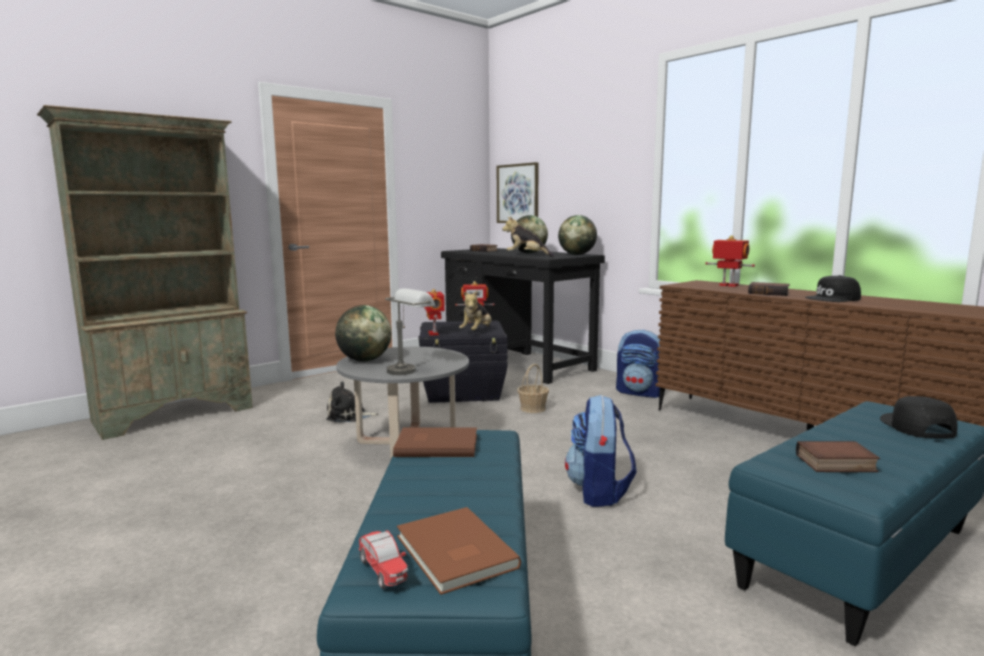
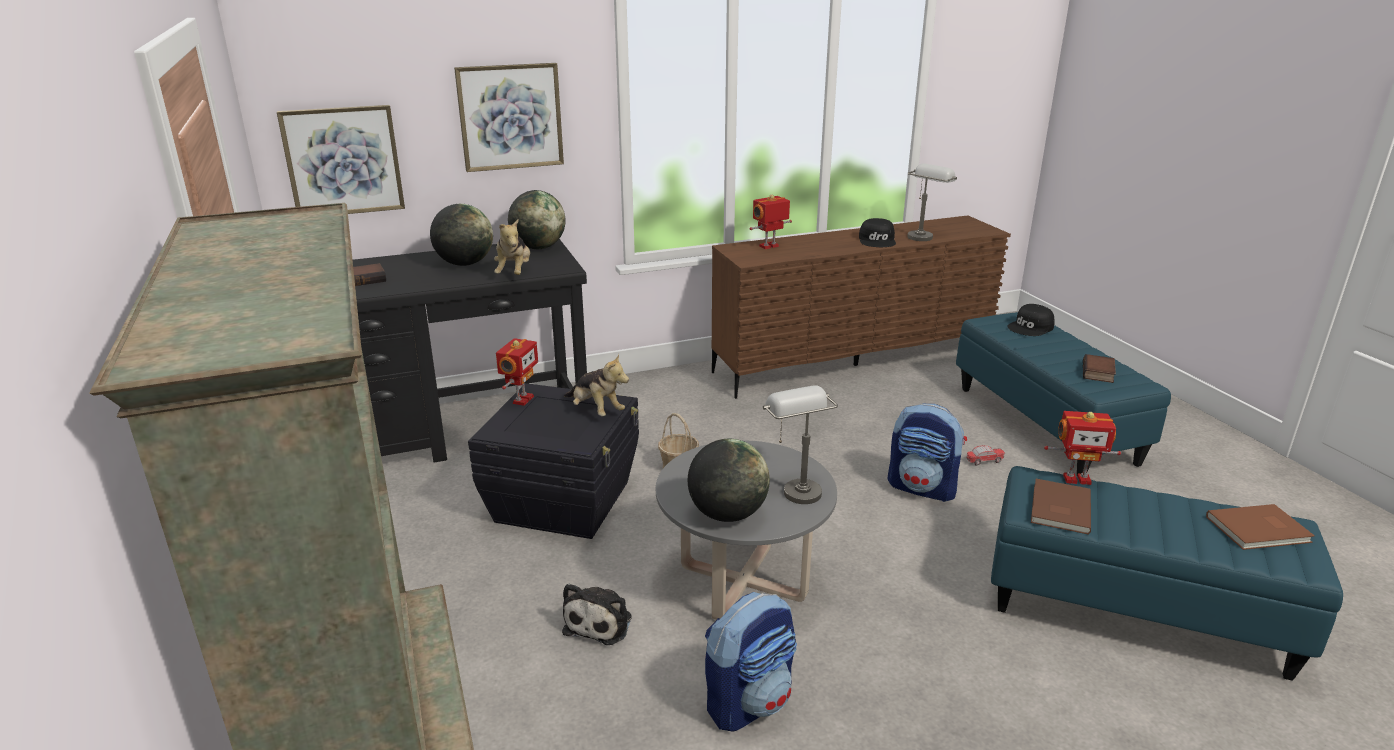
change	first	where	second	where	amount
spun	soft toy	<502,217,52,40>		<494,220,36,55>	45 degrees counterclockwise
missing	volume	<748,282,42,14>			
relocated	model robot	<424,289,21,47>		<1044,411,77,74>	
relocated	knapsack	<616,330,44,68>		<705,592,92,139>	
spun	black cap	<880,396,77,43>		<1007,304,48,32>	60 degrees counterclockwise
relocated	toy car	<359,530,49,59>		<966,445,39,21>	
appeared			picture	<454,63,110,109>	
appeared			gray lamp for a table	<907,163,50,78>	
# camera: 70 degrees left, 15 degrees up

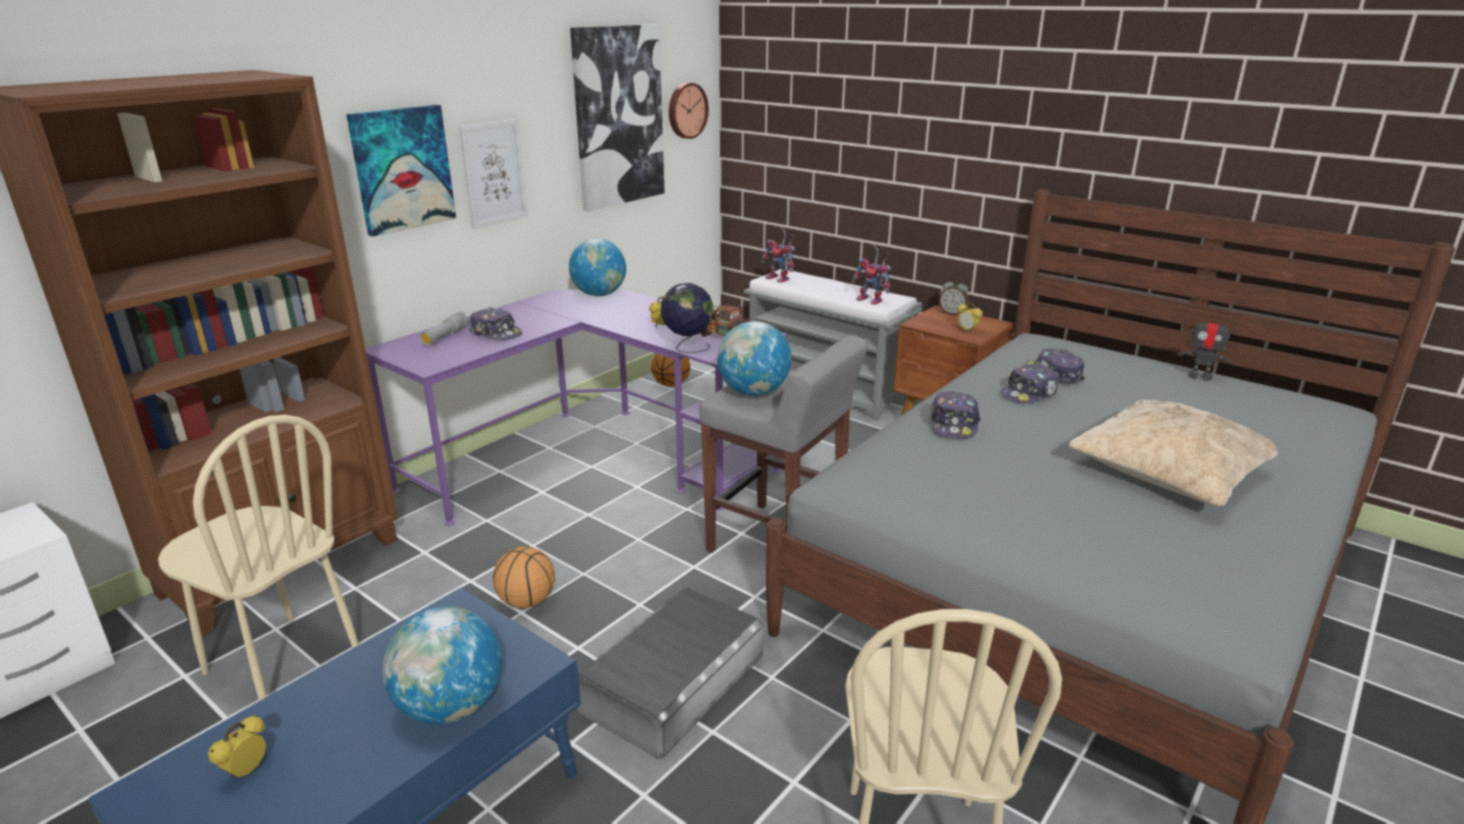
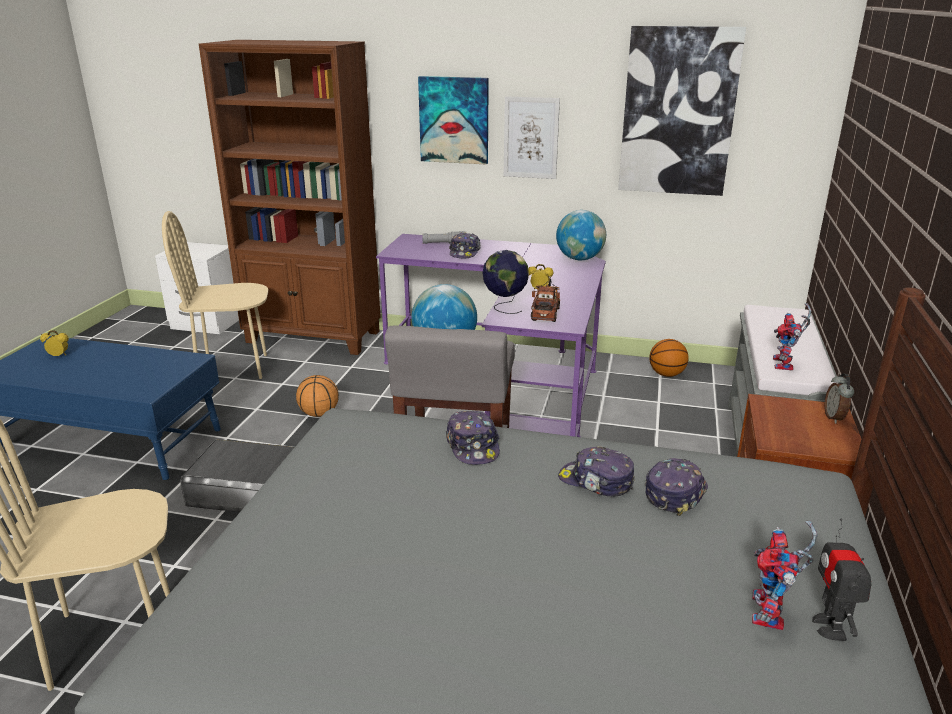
change	first	where	second	where	amount
missing	hanging clock	<669,83,40,56>			
relocated	model robot	<761,227,34,56>		<752,521,66,109>	
missing	bedside clock	<957,303,26,30>			
spun	cap	<930,390,51,49>		<446,411,54,54>	90 degrees counterclockwise
missing	beige-coloured cushion	<1069,400,209,106>			
spun	beige-coloured upright chair	<158,415,201,286>		<162,211,106,168>	75 degrees clockwise
missing	globe	<383,606,119,119>			
# camera: 65 degrees right, 0 degrees up

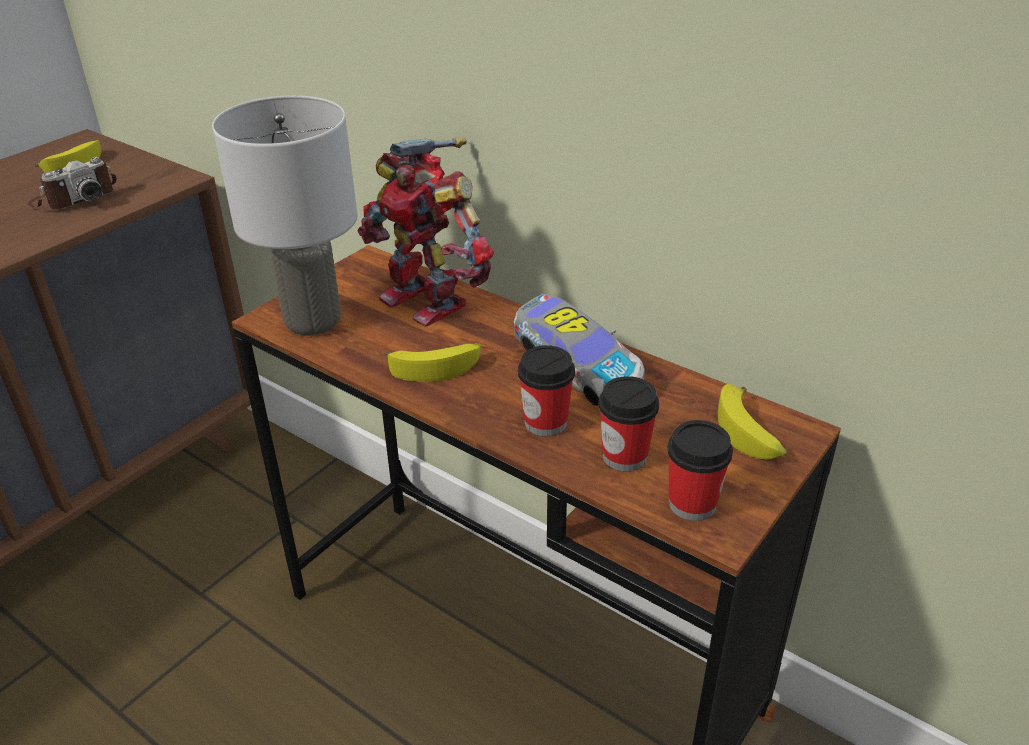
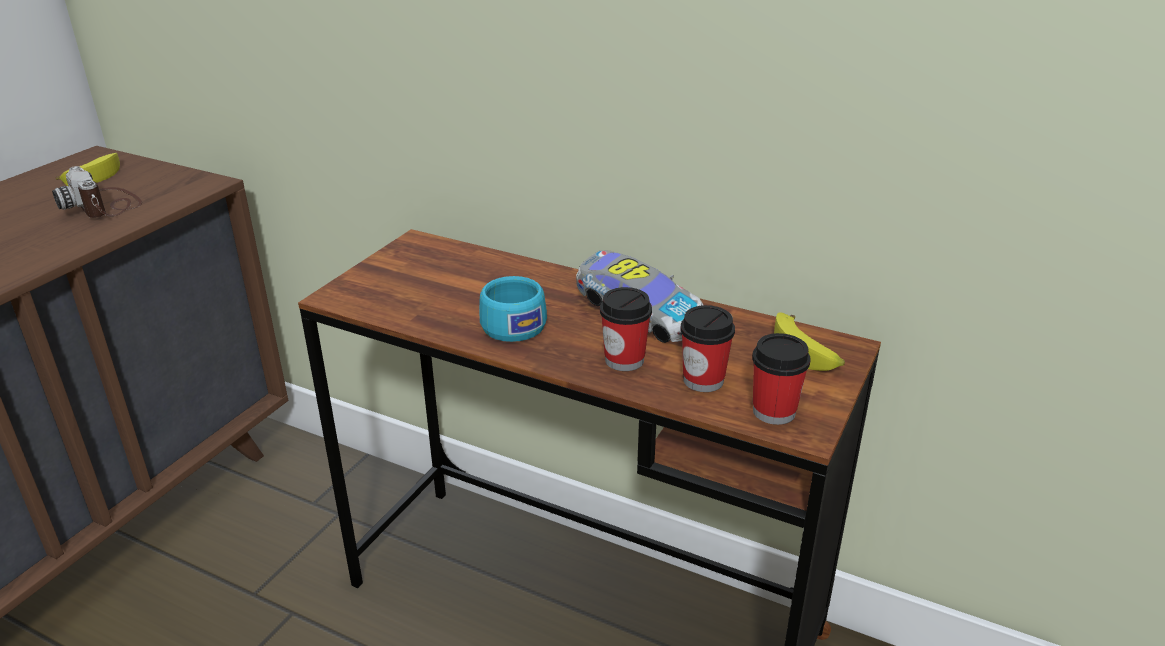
change	first	where	second	where	amount
missing	white lamp for a table	<212,95,145,241>			
missing	model robot	<358,138,136,189>			
spun	still camera	<27,157,90,52>		<52,166,90,52>	105 degrees clockwise
exchanged	banana fruit	<384,343,97,39>	turquoise cup	<479,276,68,66>	
# camera: 10 degrees left, 5 degrees down

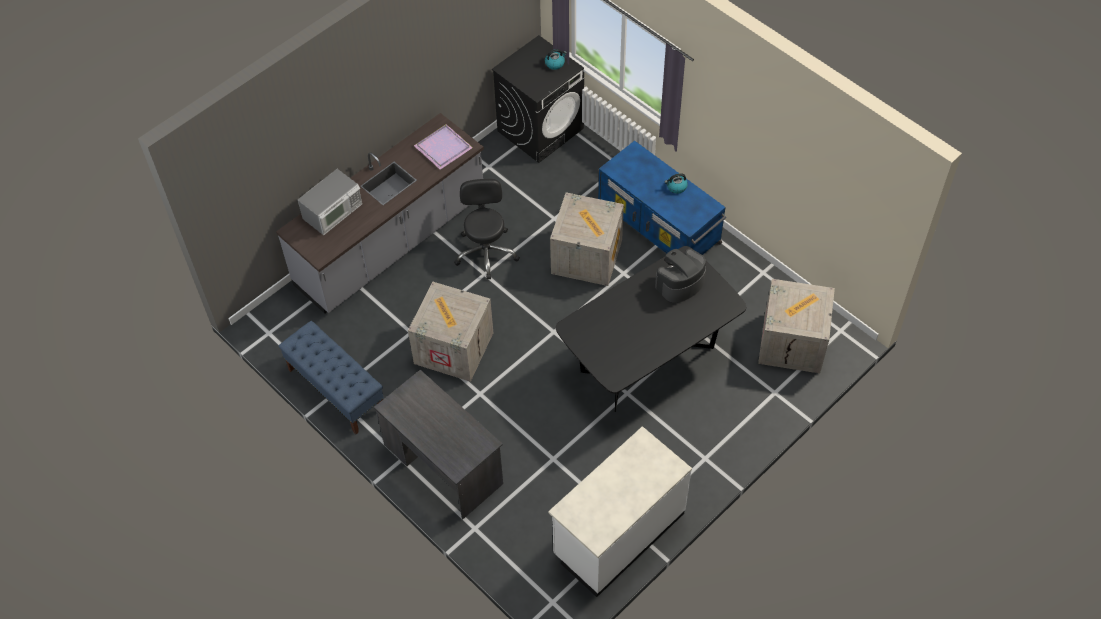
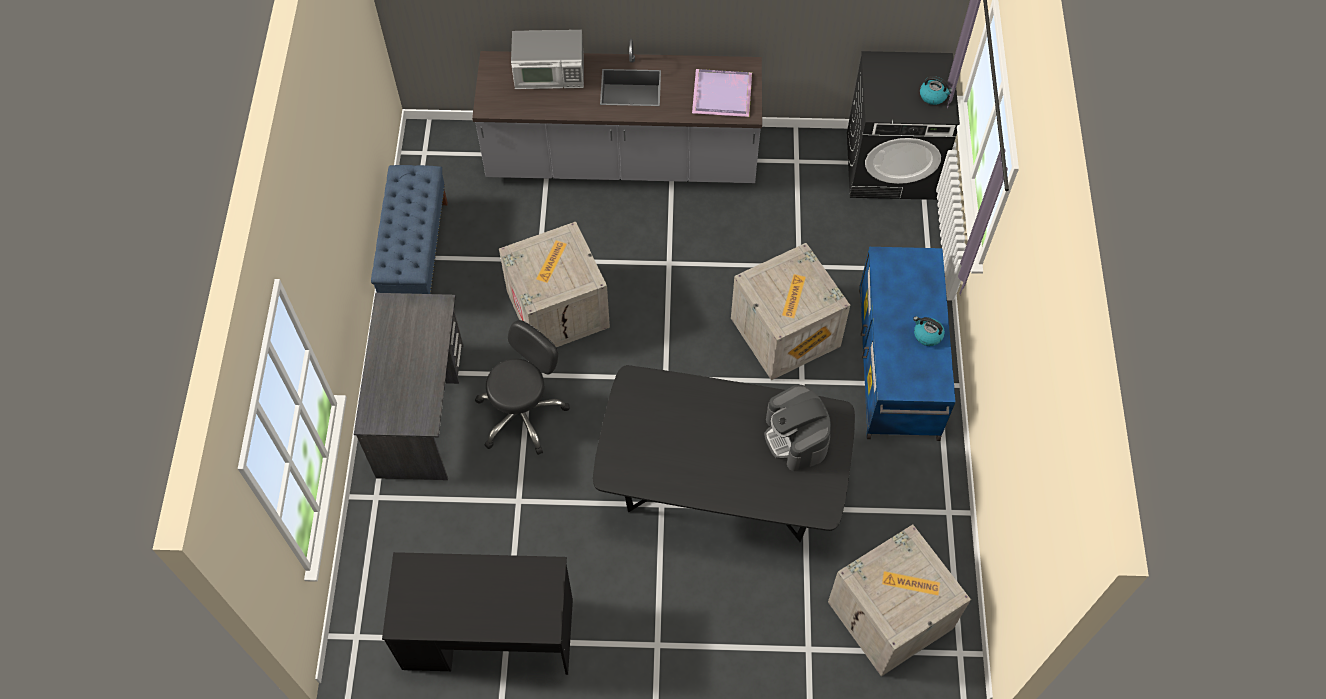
change	first	where	second	where	amount
relocated	black office chair	<454,179,66,100>		<475,320,95,135>	
spun	coffee maker	<655,249,51,54>		<764,385,67,86>	120 degrees counterclockwise
exchanged	white kitchen counter	<548,426,144,171>	black desk table	<382,552,191,123>	
# camera: 45 degrees right, 5 degrees up

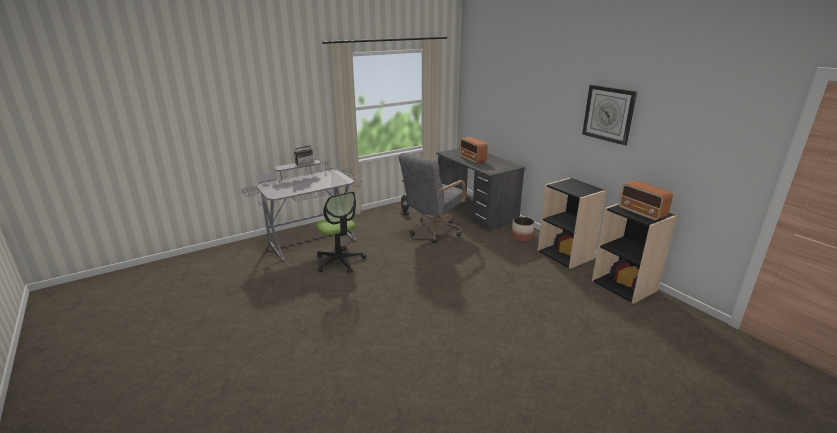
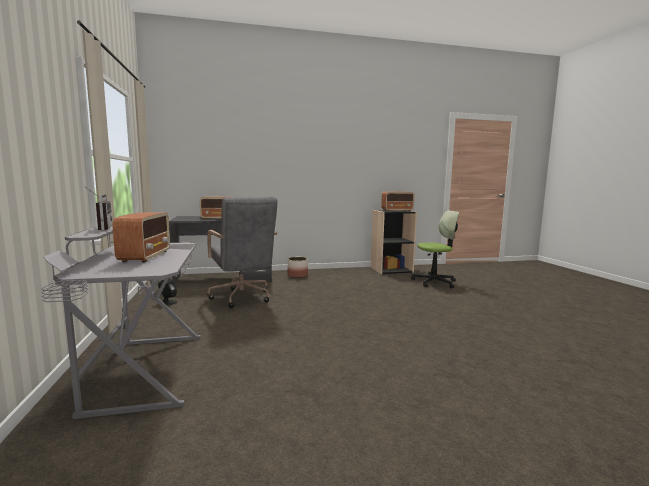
change	first	where	second	where	amount
missing	hanging clock	<582,85,55,60>			
missing	black shelving unit	<537,178,70,91>			
relocated	office chair	<316,192,50,81>		<411,210,49,78>	
appeared			radio set	<112,212,58,51>	
# camera: 70 degrees left, 15 degrees down

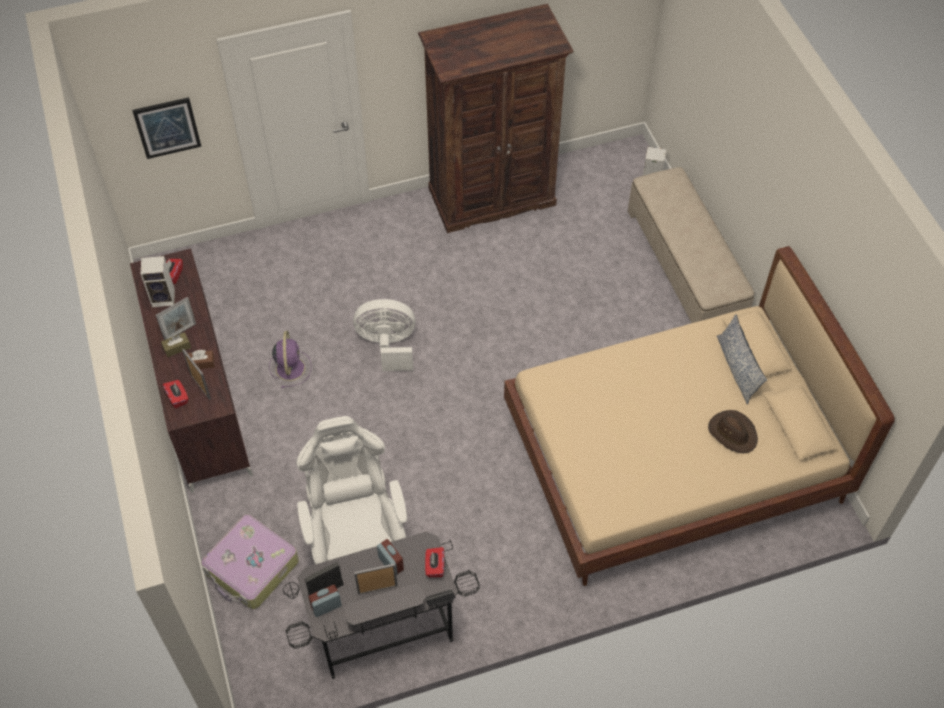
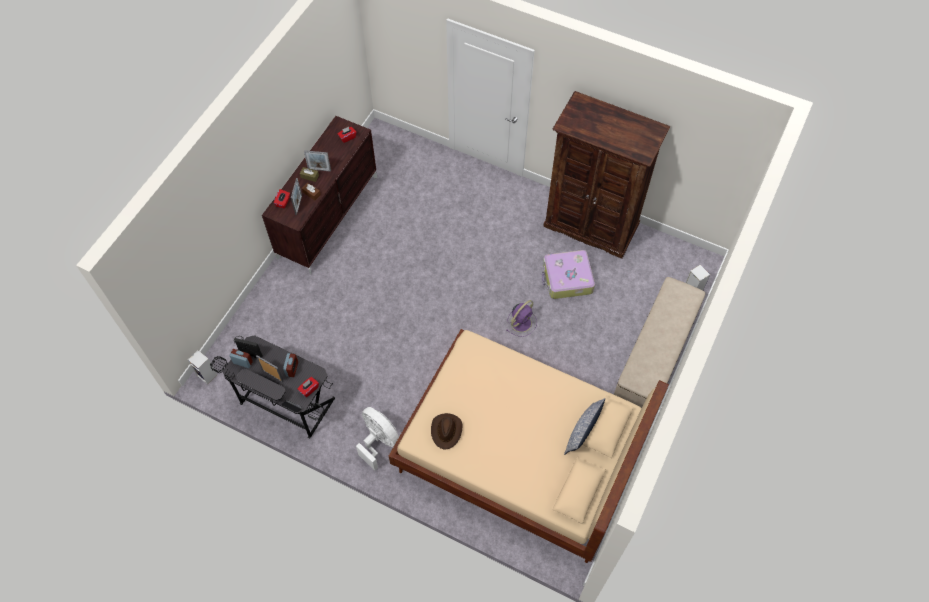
change	first	where	second	where	amount
missing	picture	<132,97,69,62>			
relocated	audio speaker	<141,256,34,51>		<188,350,29,35>	
relocated	white cooling fan	<353,299,63,72>		<356,407,43,64>	
relocated	purplish cooling fan	<269,331,42,57>		<507,300,30,37>	
relocated	brown-coloured clothing hat	<708,410,50,43>		<431,413,31,37>	
missing	white office chair	<296,416,111,148>			
relocated	travel case	<201,514,98,95>		<542,250,53,49>	
# camera: 45 degrees right, 5 degrees up

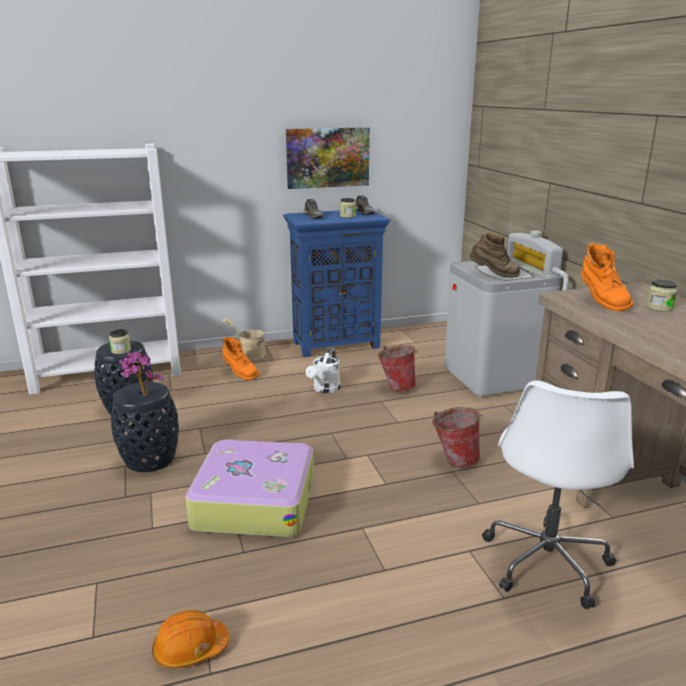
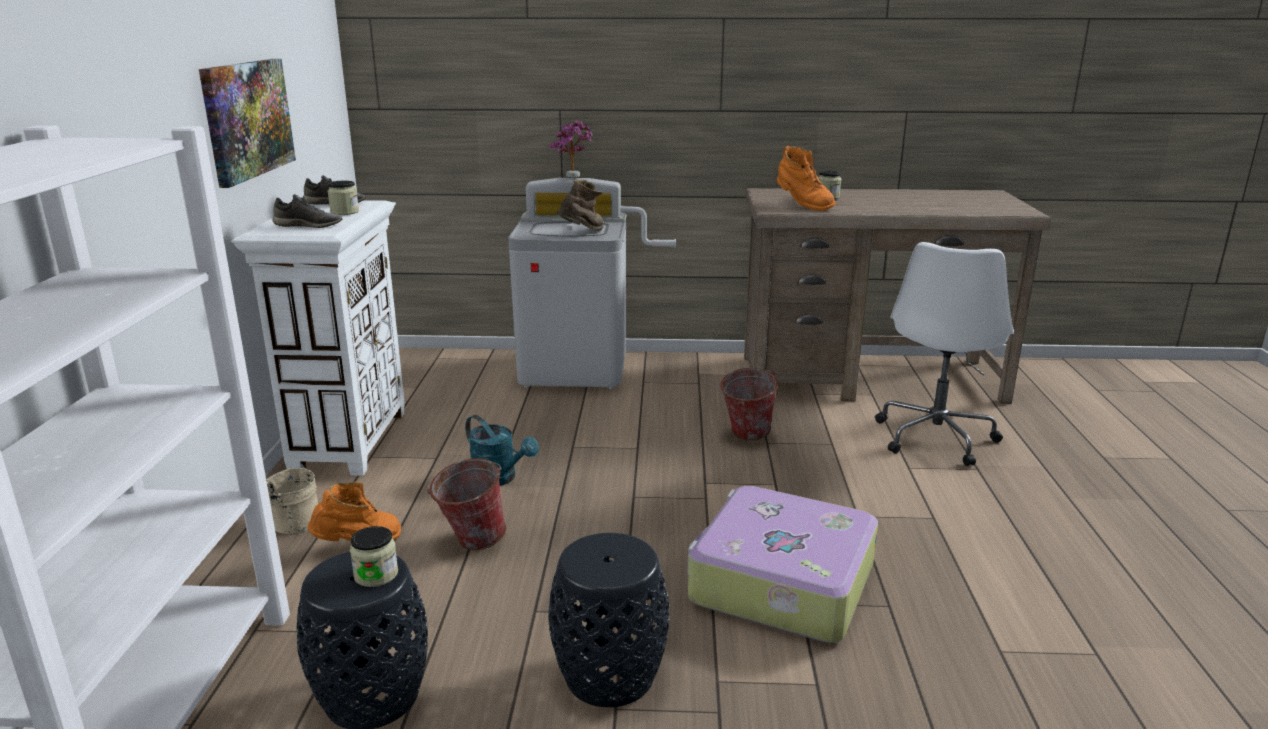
change	first	where	second	where	amount
colour	blue cabinet	<283,211,108,146>	white cabinet	<231,200,173,276>	
spun	orangey boot	<581,242,52,69>		<777,146,59,65>	45 degrees clockwise
relocated	bucket	<378,345,40,47>		<426,458,80,92>	
colour	white watering can	<306,348,34,45>	turquoise watering can	<465,415,74,71>	
relocated	houseplant	<119,351,44,45>		<549,120,43,51>	
spun	white office chair	<482,380,152,229>		<875,242,139,224>	75 degrees clockwise
missing	orangey safety helmet	<152,610,77,58>			
# camera: 70 degrees left, 0 degrees up

